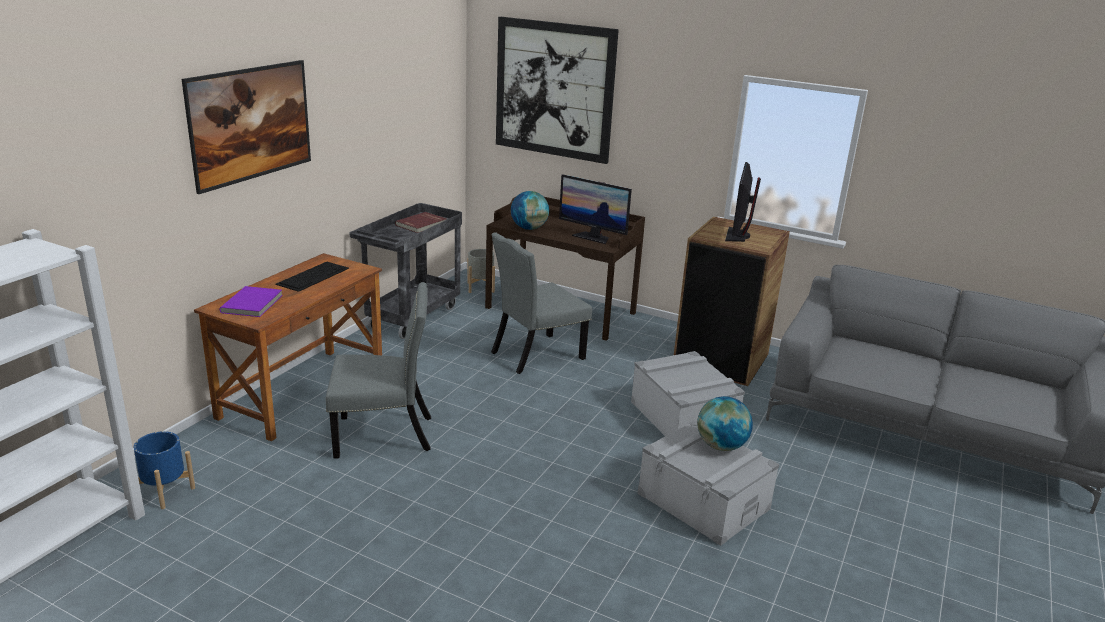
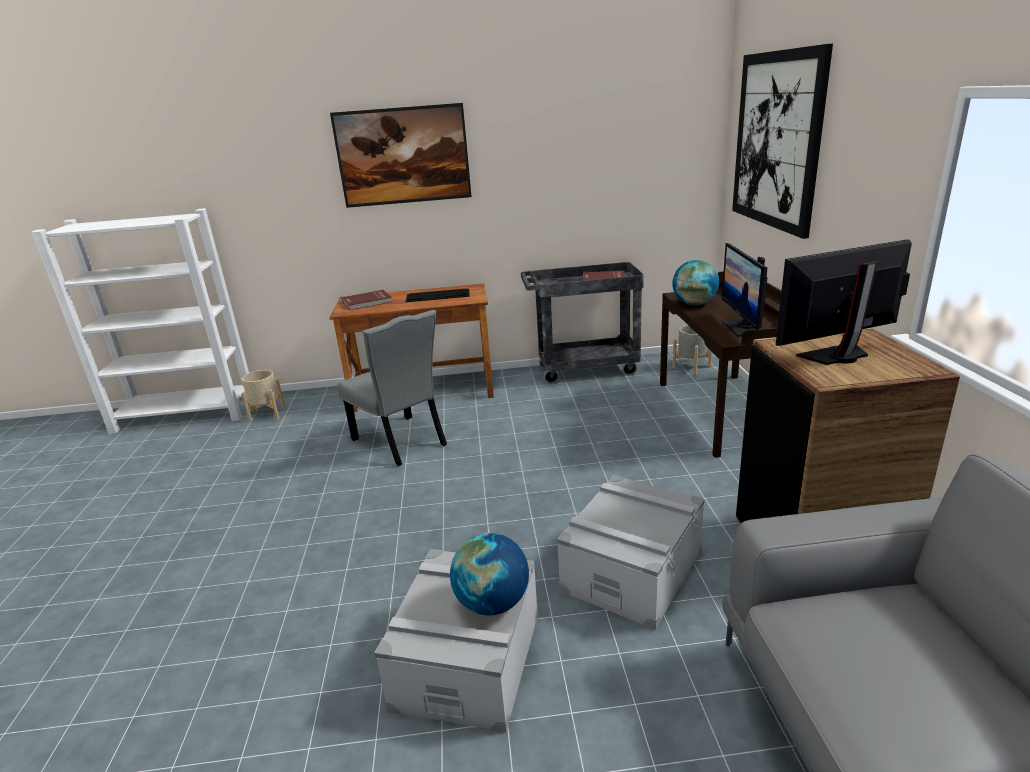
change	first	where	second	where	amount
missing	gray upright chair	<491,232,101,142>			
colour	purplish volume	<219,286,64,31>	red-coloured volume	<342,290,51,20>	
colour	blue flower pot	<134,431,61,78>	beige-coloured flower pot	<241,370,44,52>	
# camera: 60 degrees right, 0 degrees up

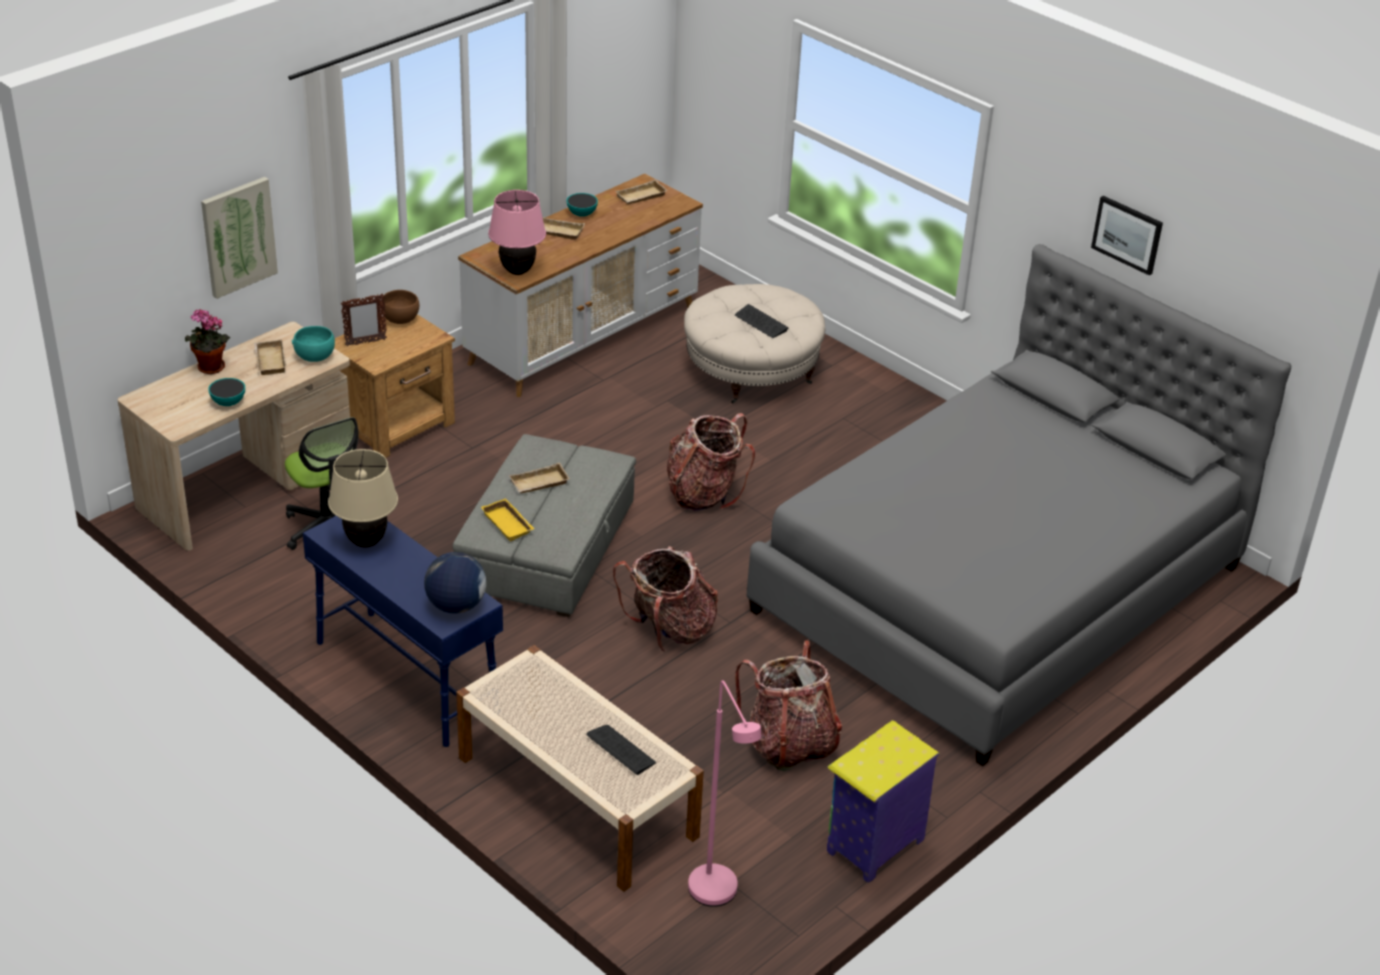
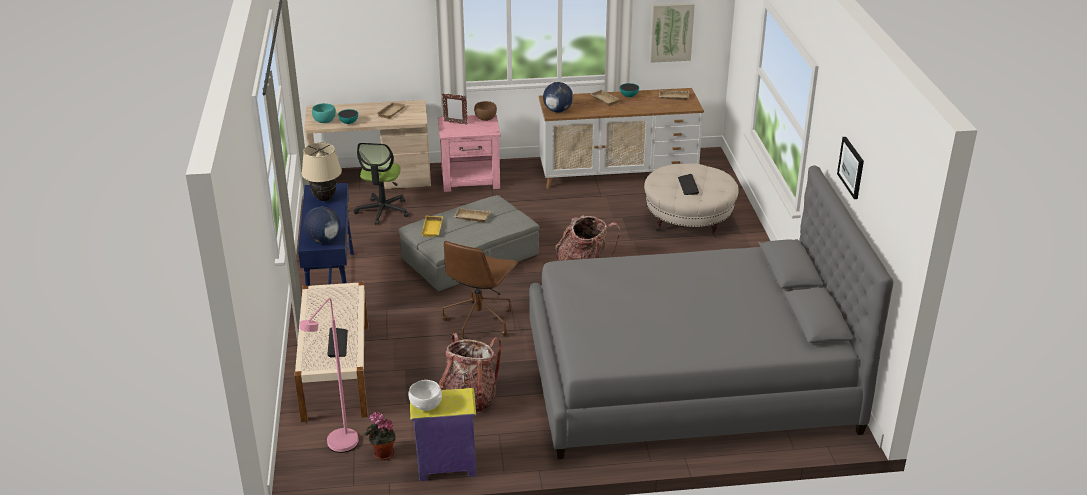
change	first	where	second	where	amount
relocated	picture	<201,177,77,122>		<650,3,45,60>	
exchanged	pink-coloured lamp for a table	<488,190,58,85>	globe	<543,82,30,31>	
relocated	houseplant	<185,309,45,65>		<365,412,31,48>	
colour	brown-coloured bedside table	<334,314,121,144>	pink-coloured bedside table	<438,114,63,78>	
relocated	turquoise deep dish	<292,326,43,36>		<312,103,24,20>	
exchanged	knapsack	<613,546,105,106>	brown-coloured office chair	<441,241,77,99>	
appeared			white deep dish	<408,380,34,31>	
# camera: 40 degrees right, 5 degrees down

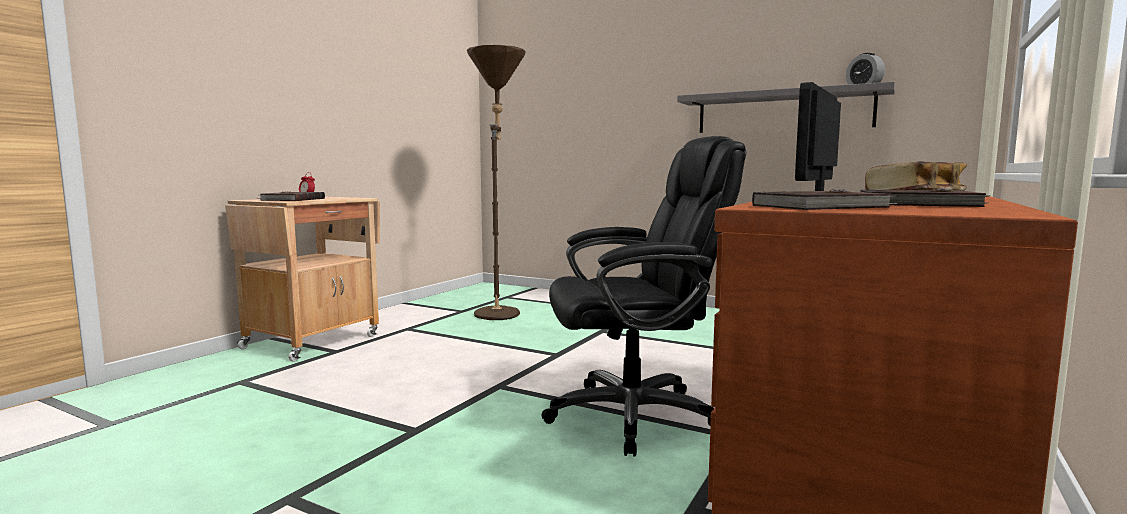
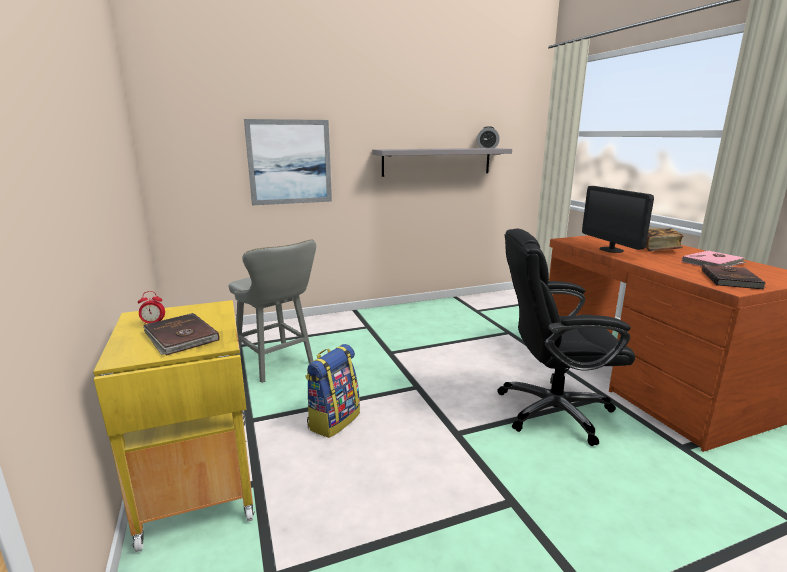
change	first	where	second	where	amount
exchanged	brown-coloured standard lamp	<467,45,59,275>	gray sitting stool	<229,240,87,143>	
spun	black office chair	<541,136,205,320>		<497,229,138,217>	120 degrees counterclockwise
colour	brown-coloured volume	<860,188,131,19>	pink-coloured volume	<682,251,65,16>	
colour	brown-coloured wheeled cart	<225,197,155,165>	yellowish wheeled cart	<93,300,162,252>	
appeared			picture	<244,119,88,86>	
appeared			knapsack	<305,344,55,94>	
# camera: 50 degrees left, 10 degrees up

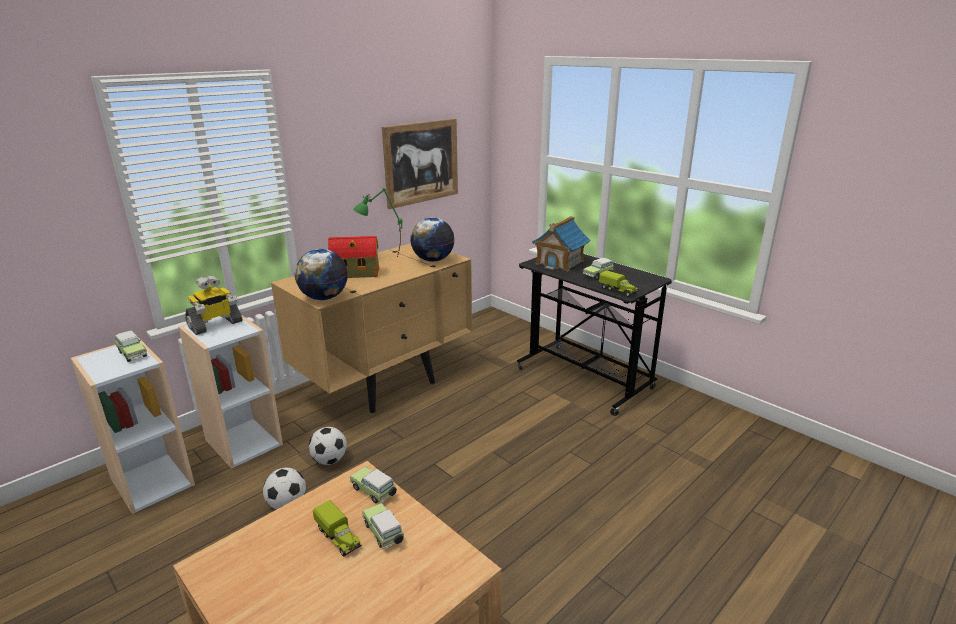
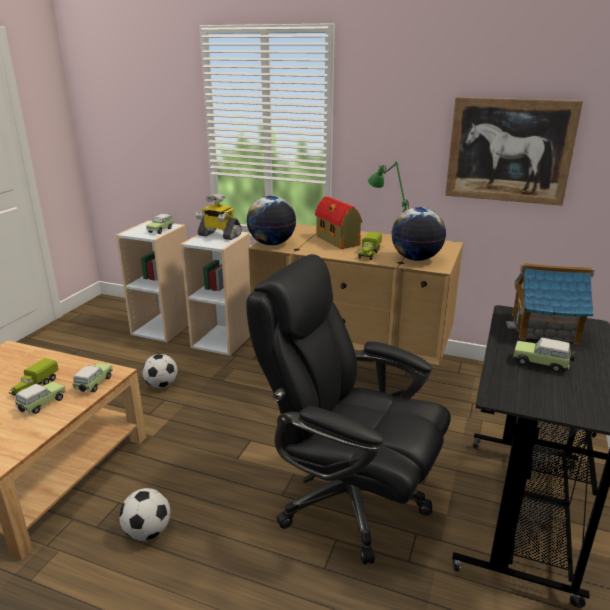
change	first	where	second	where	amount
relocated	toy truck	<599,270,40,27>		<358,232,24,28>	
relocated	ball for football	<309,427,38,38>		<119,488,51,53>	
appeared			black office chair	<246,254,205,310>	
# camera: 65 degrees right, 0 degrees up

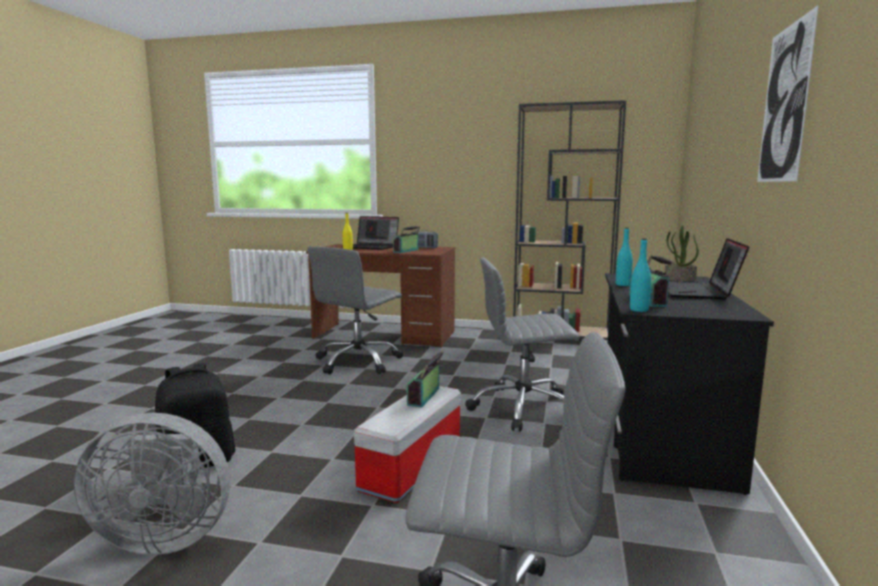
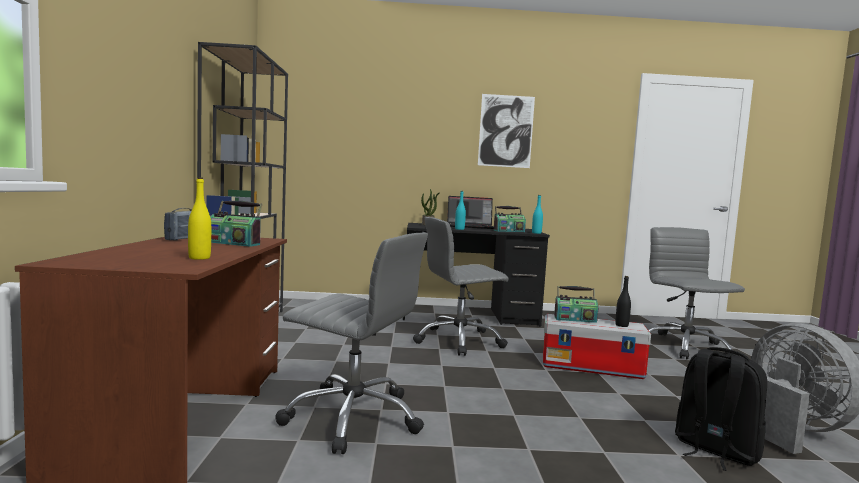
change	first	where	second	where	amount
missing	notebook computer	<342,216,57,34>			
spun	gray office chair	<465,257,114,175>		<413,217,96,139>	90 degrees clockwise
appeared			black drink bottle	<615,276,16,51>	
# camera: 105 degrees left, 5 degrees down

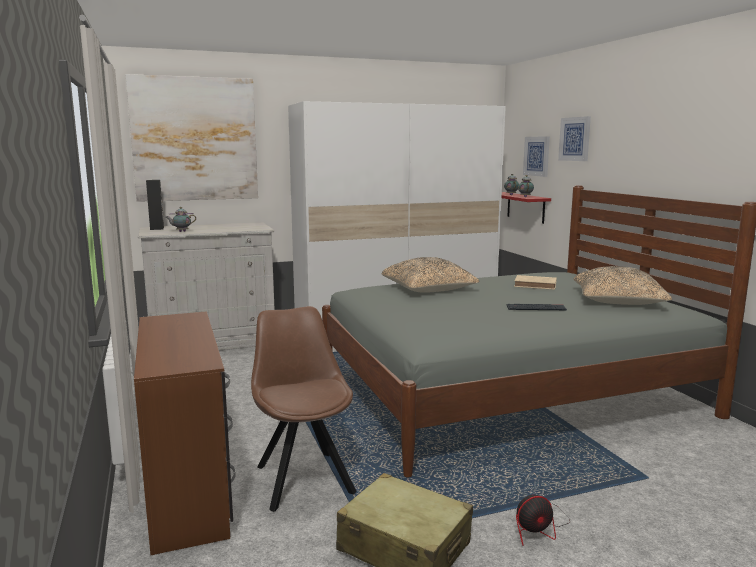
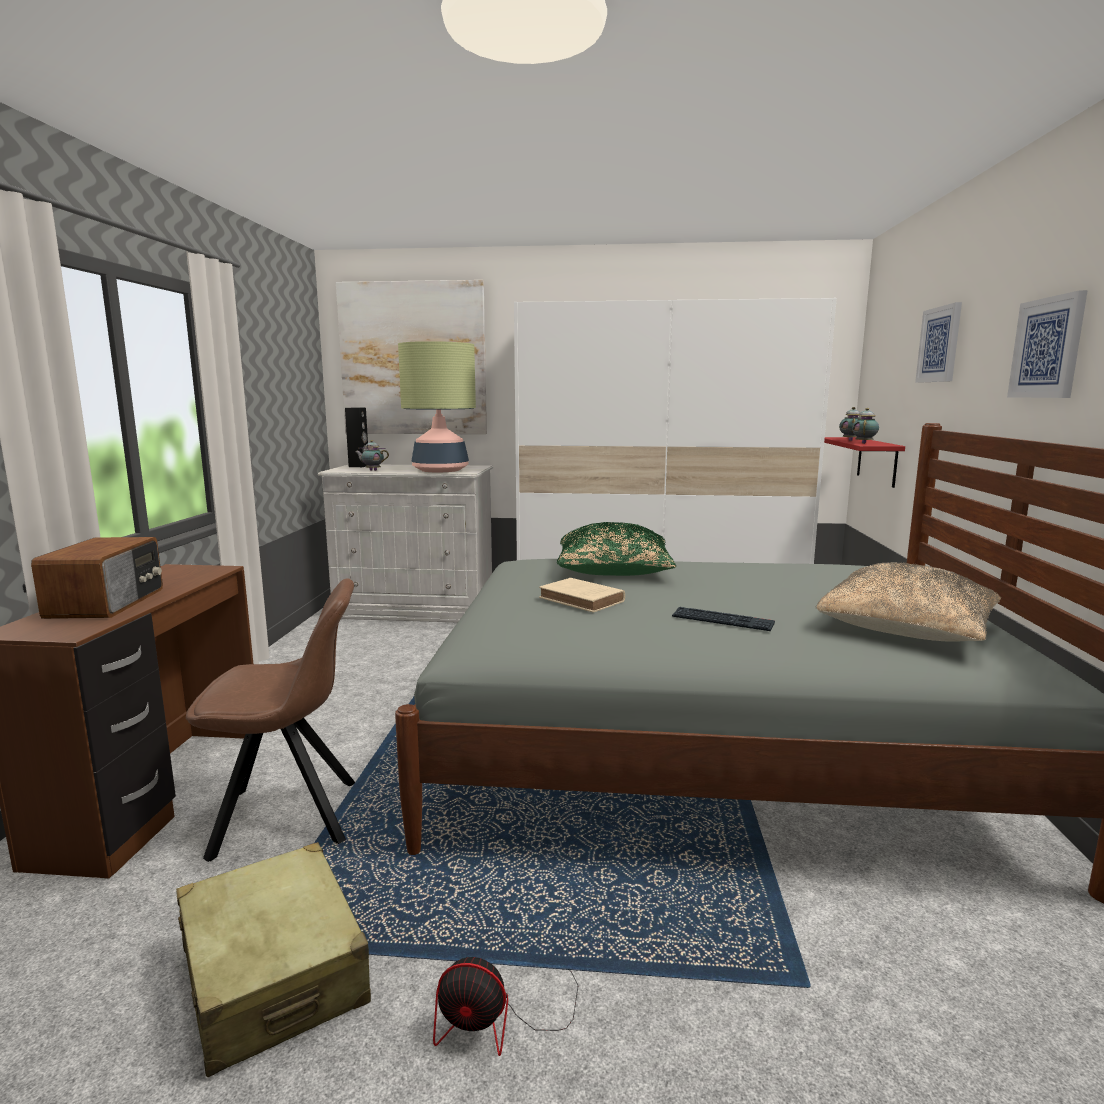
change	first	where	second	where	amount
relocated	picture	<523,136,27,41>		<1007,290,81,108>	
colour	beige-coloured cushion	<382,257,97,36>	green-coloured cushion	<557,522,119,54>	
relocated	beige-coloured volume	<514,275,43,15>		<539,578,86,34>	
spun	brown-coloured upright chair	<251,306,106,206>		<186,578,169,284>	75 degrees clockwise
appeared			lamp for a table	<398,341,78,131>	
appeared			radio set	<31,537,132,82>	
# camera: 25 degrees right, 0 degrees up

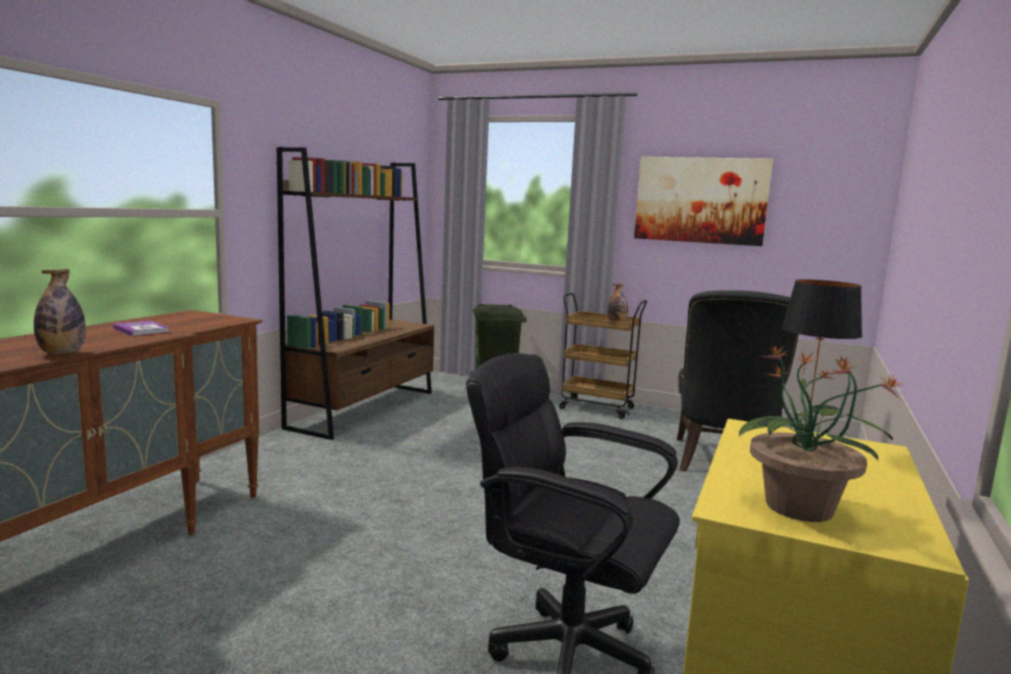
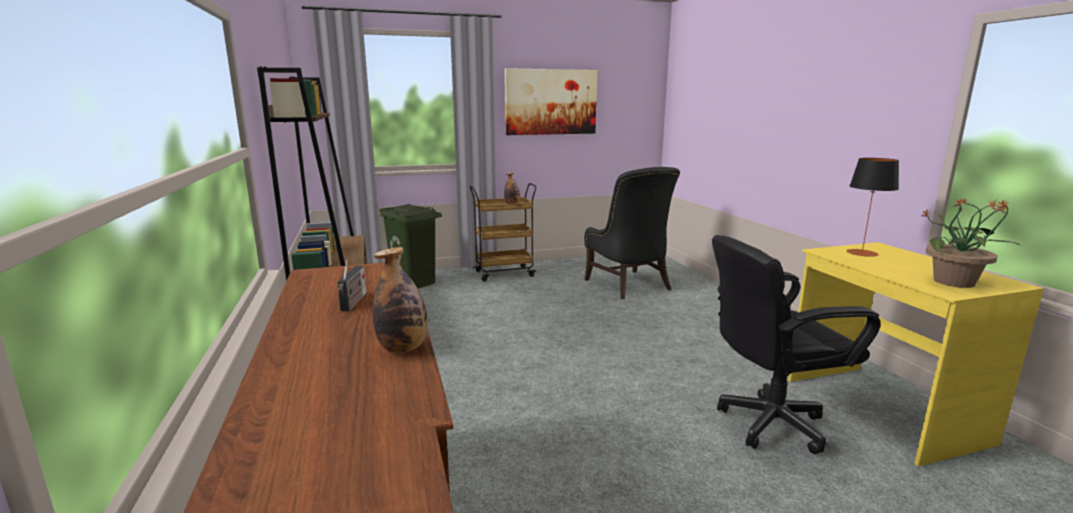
change	first	where	second	where	amount
exchanged	volume	<113,320,56,16>	radio set	<337,260,29,51>	
# camera: 40 degrees left, 5 degrees up

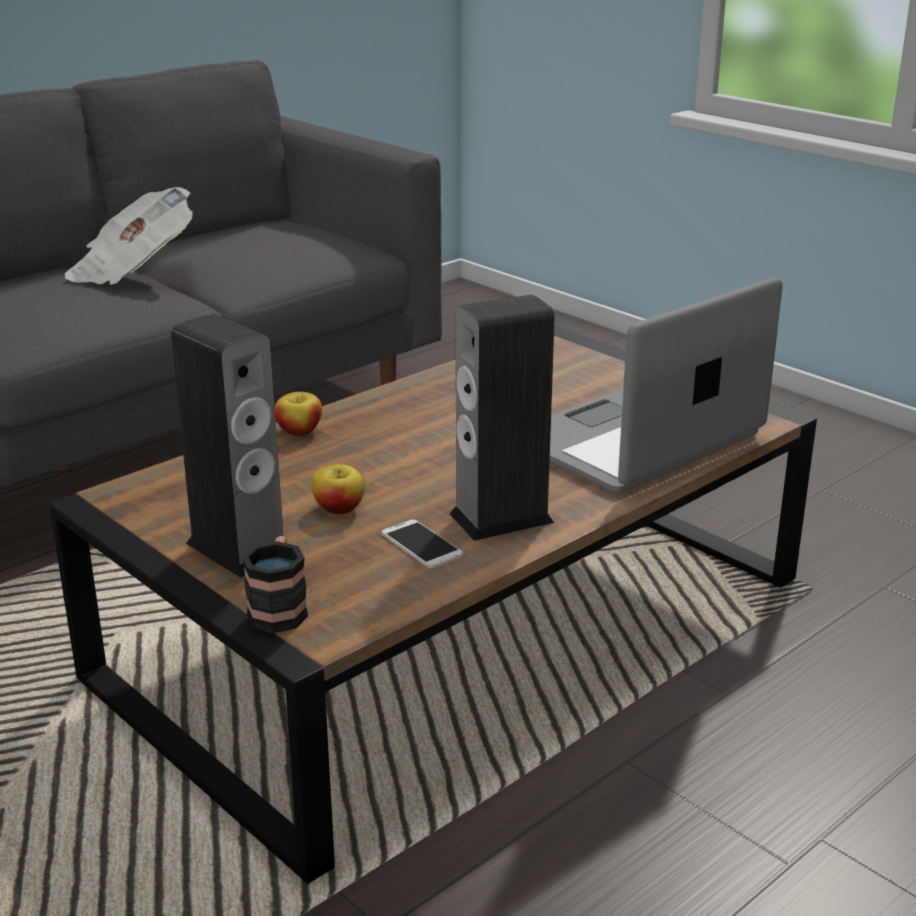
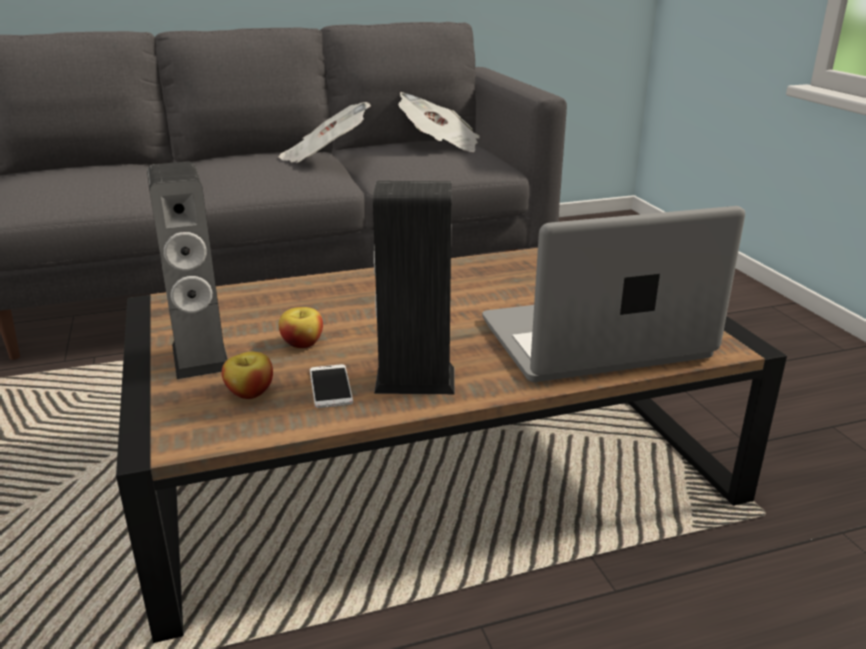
change	first	where	second	where	amount
relocated	whole apple	<275,392,47,44>		<222,352,51,47>	
missing	coffee mug	<242,536,66,97>			
appeared			daily paper	<398,92,82,60>	
# camera: 25 degrees right, 0 degrees up

